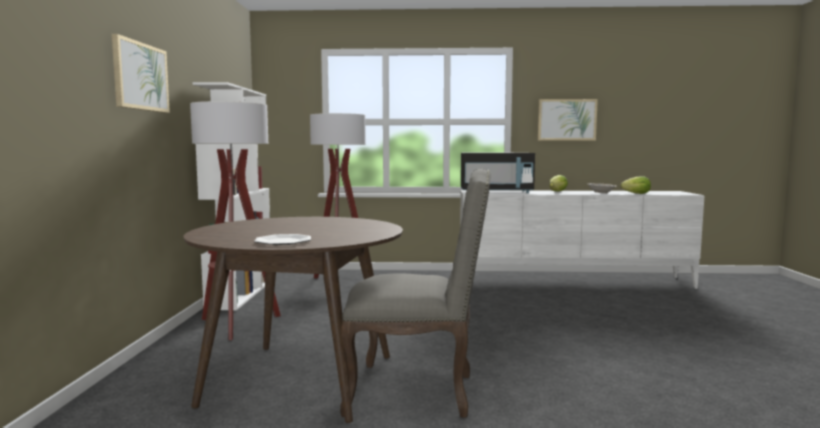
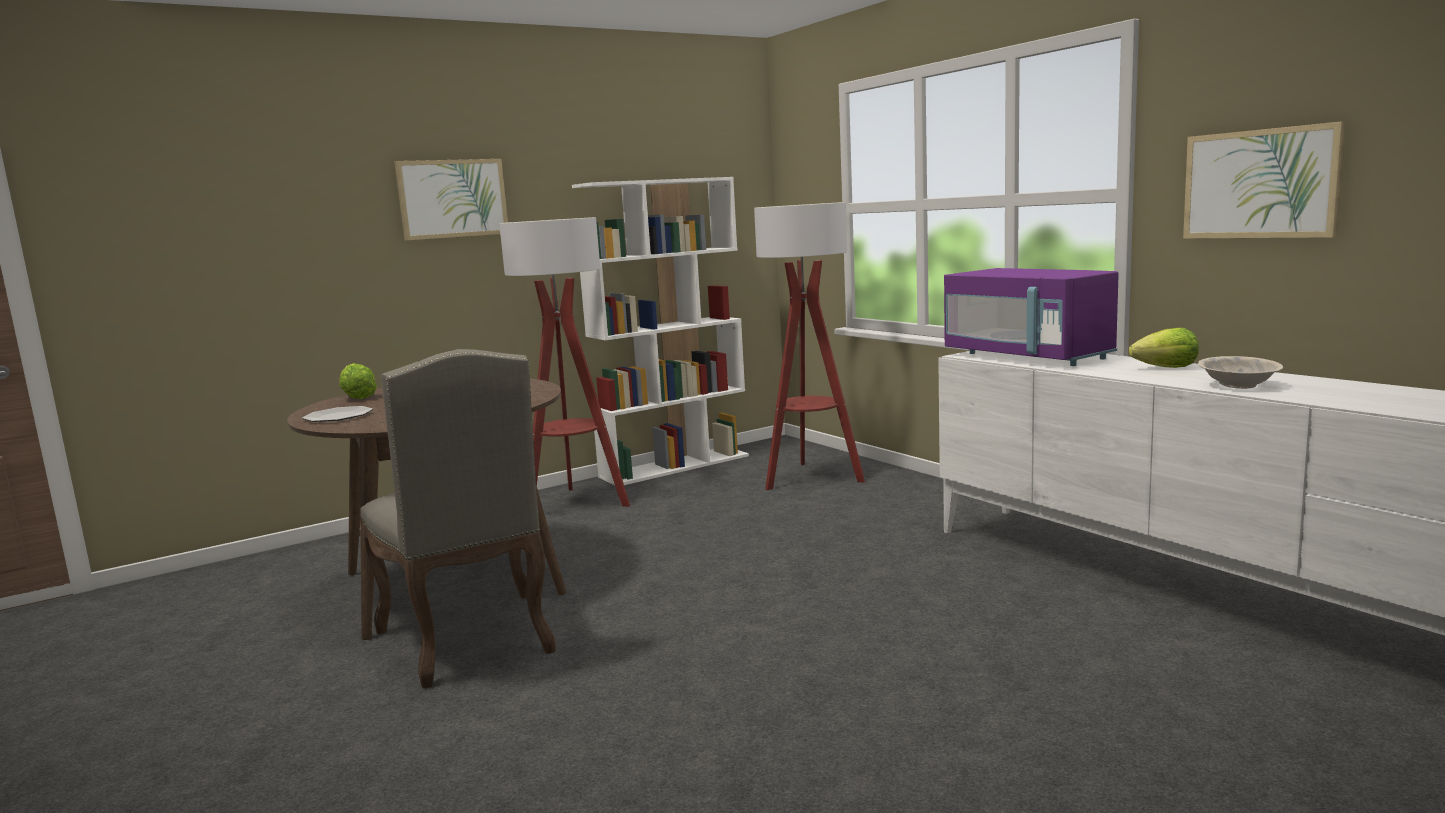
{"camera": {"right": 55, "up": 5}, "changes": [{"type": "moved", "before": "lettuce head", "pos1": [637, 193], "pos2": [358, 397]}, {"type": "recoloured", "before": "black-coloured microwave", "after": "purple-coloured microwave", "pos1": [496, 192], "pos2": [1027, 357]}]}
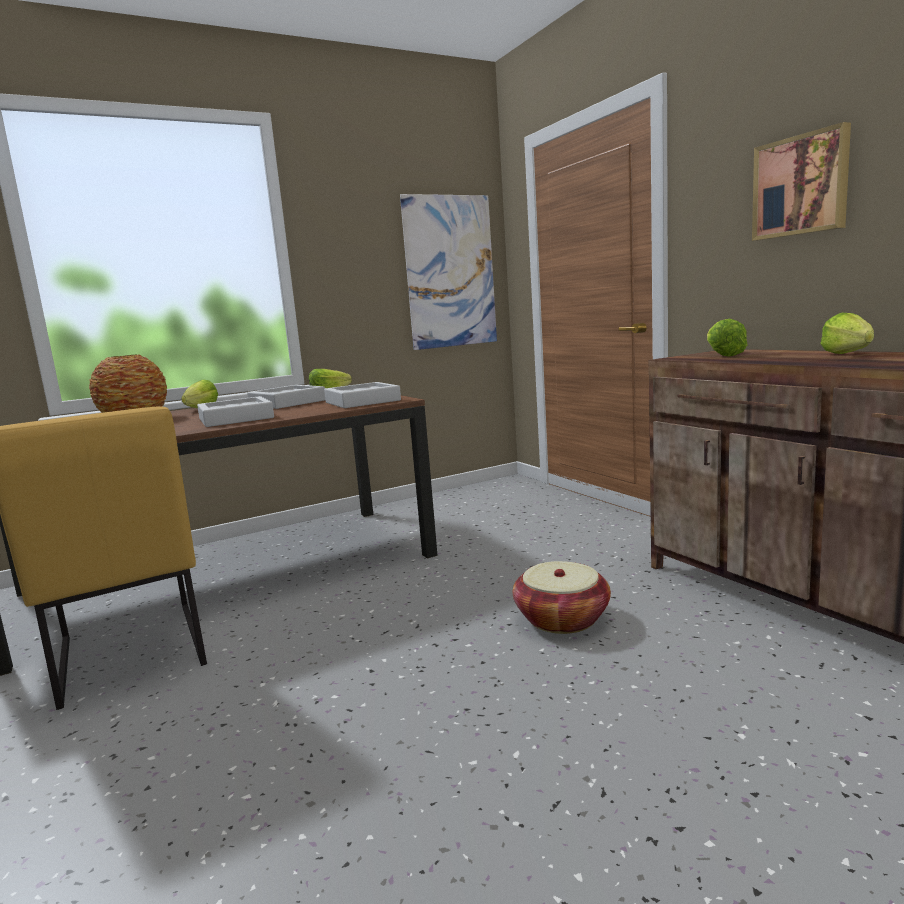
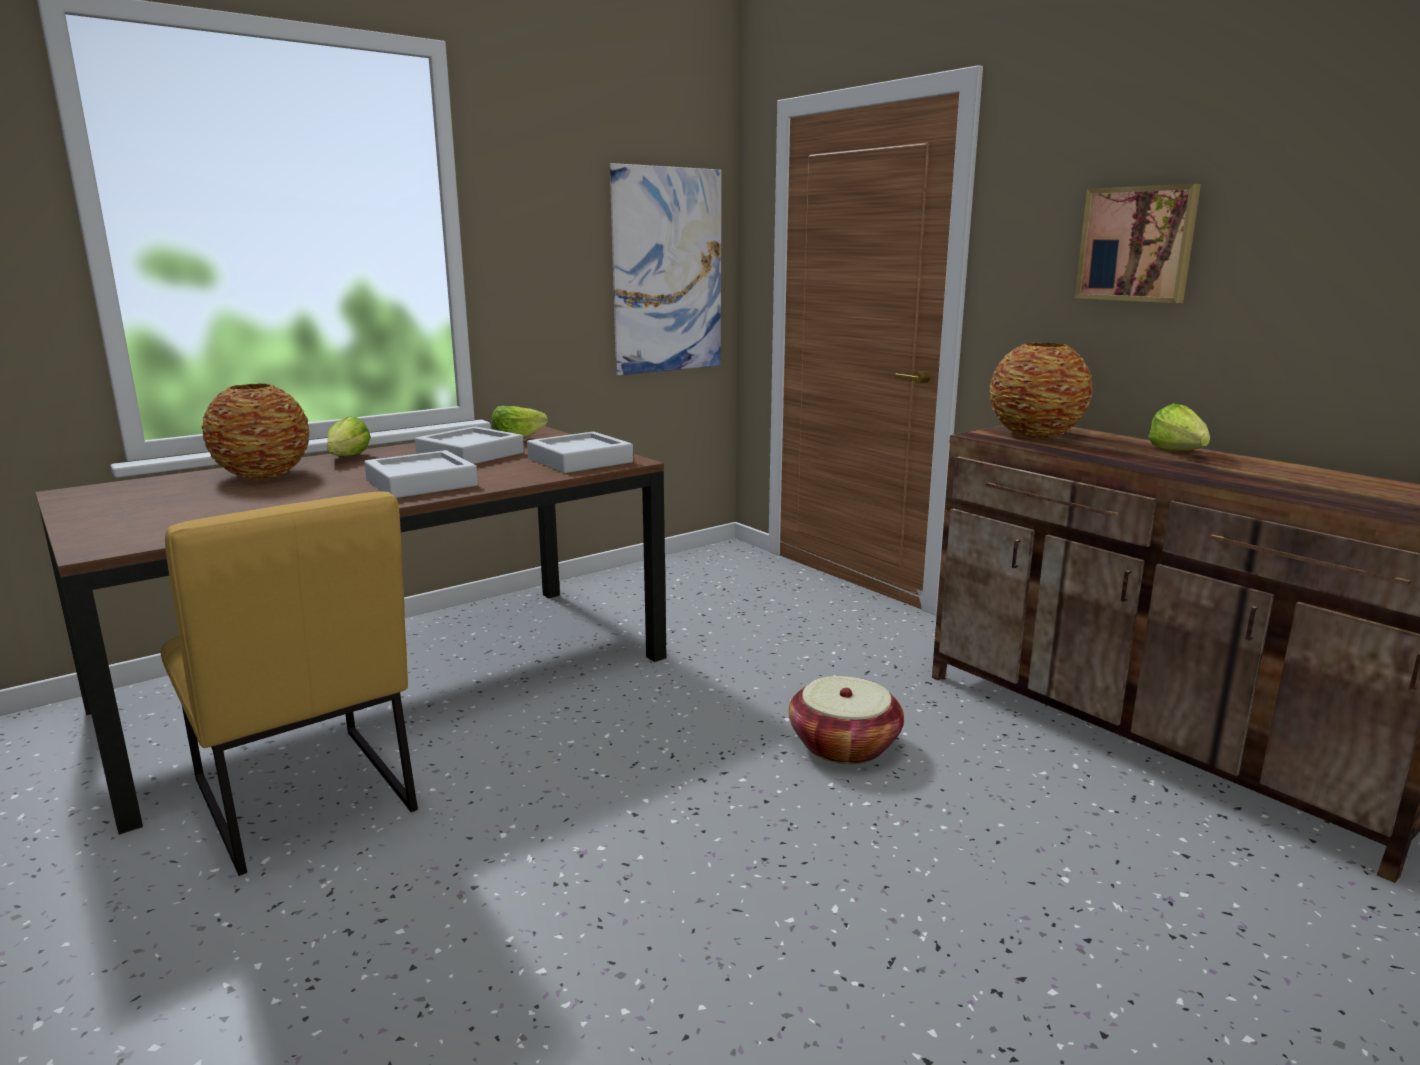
{"camera": {"right": -10, "up": 5}, "changes": [{"type": "replaced", "before": "lettuce head", "after": "vase", "pos1": [722, 354], "pos2": [1034, 434]}]}
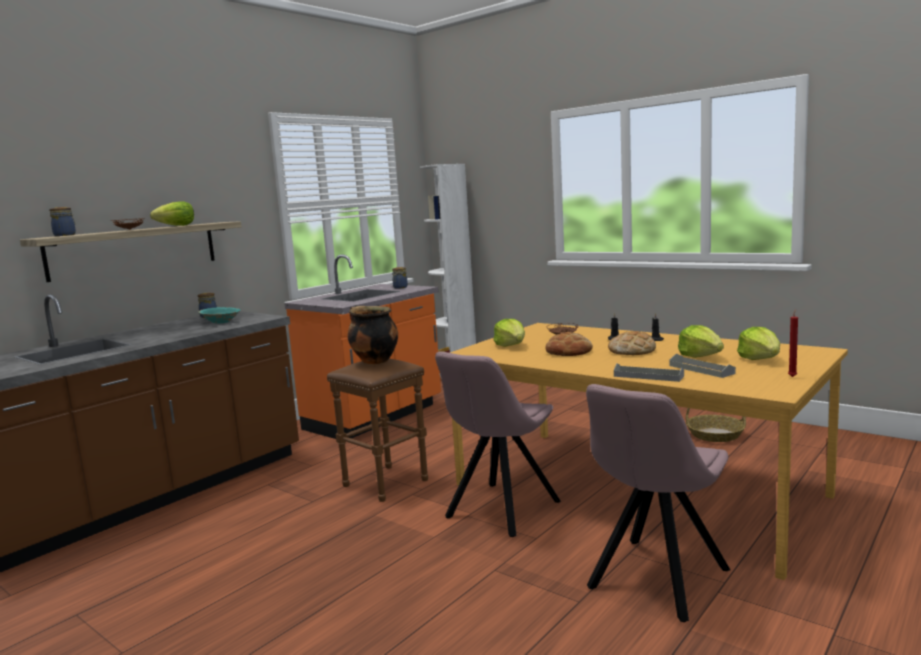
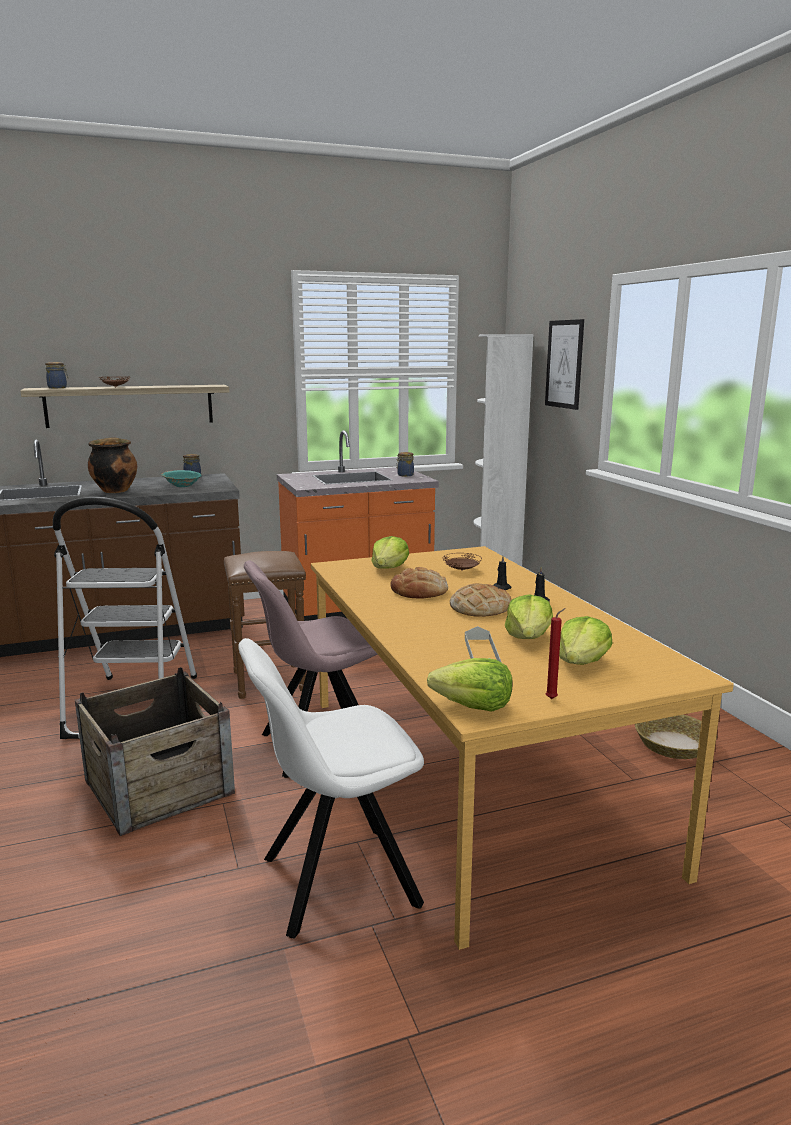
{"camera": {"right": 30, "up": 5}, "changes": [{"type": "added", "after": "stepladder", "pos2": [131, 707]}, {"type": "added", "after": "crate", "pos2": [159, 786]}, {"type": "moved", "before": "stockpot", "pos1": [374, 361], "pos2": [115, 490]}, {"type": "recoloured", "before": "pink chair", "after": "whitish chair", "pos1": [656, 578], "pos2": [338, 880]}, {"type": "moved", "before": "lettuce head", "pos1": [176, 226], "pos2": [473, 706]}, {"type": "added", "after": "wall art", "pos2": [564, 364]}, {"type": "removed", "before": "greyish carrying tray", "pos1": [648, 376]}]}
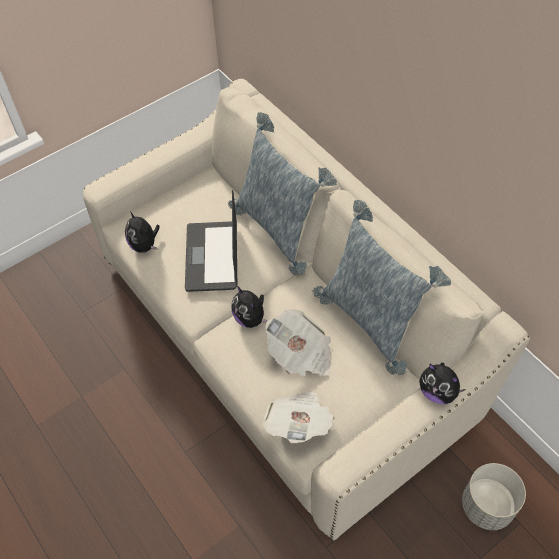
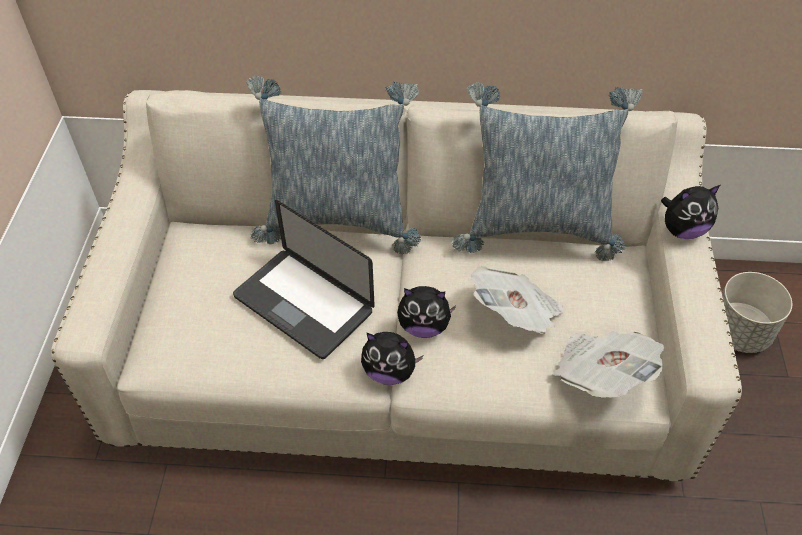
{"camera": {"right": -50, "up": -5}, "changes": [{"type": "moved", "before": "soft toy", "pos1": [145, 245], "pos2": [389, 372]}]}
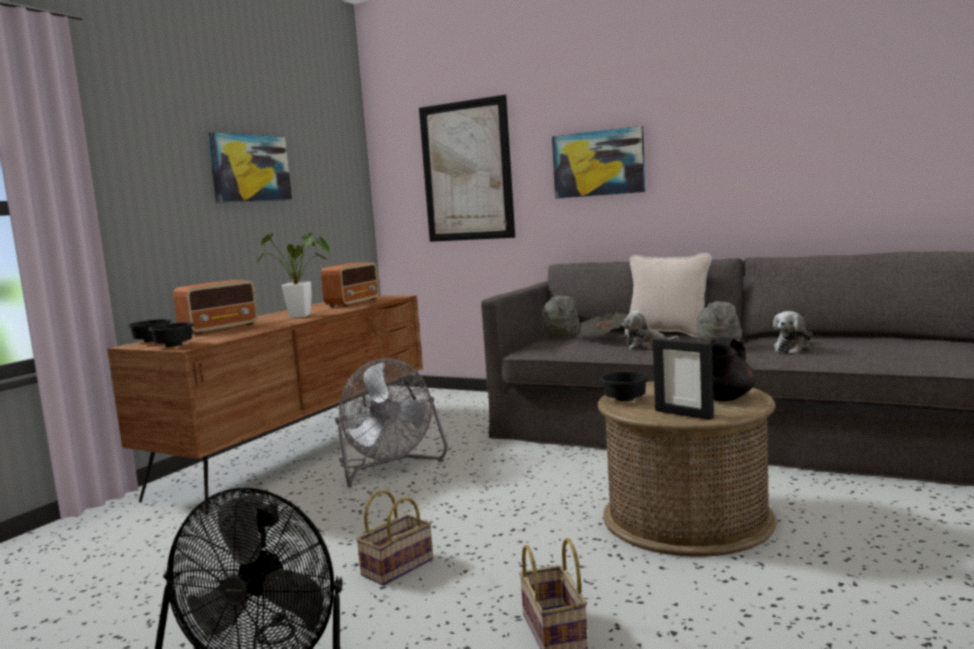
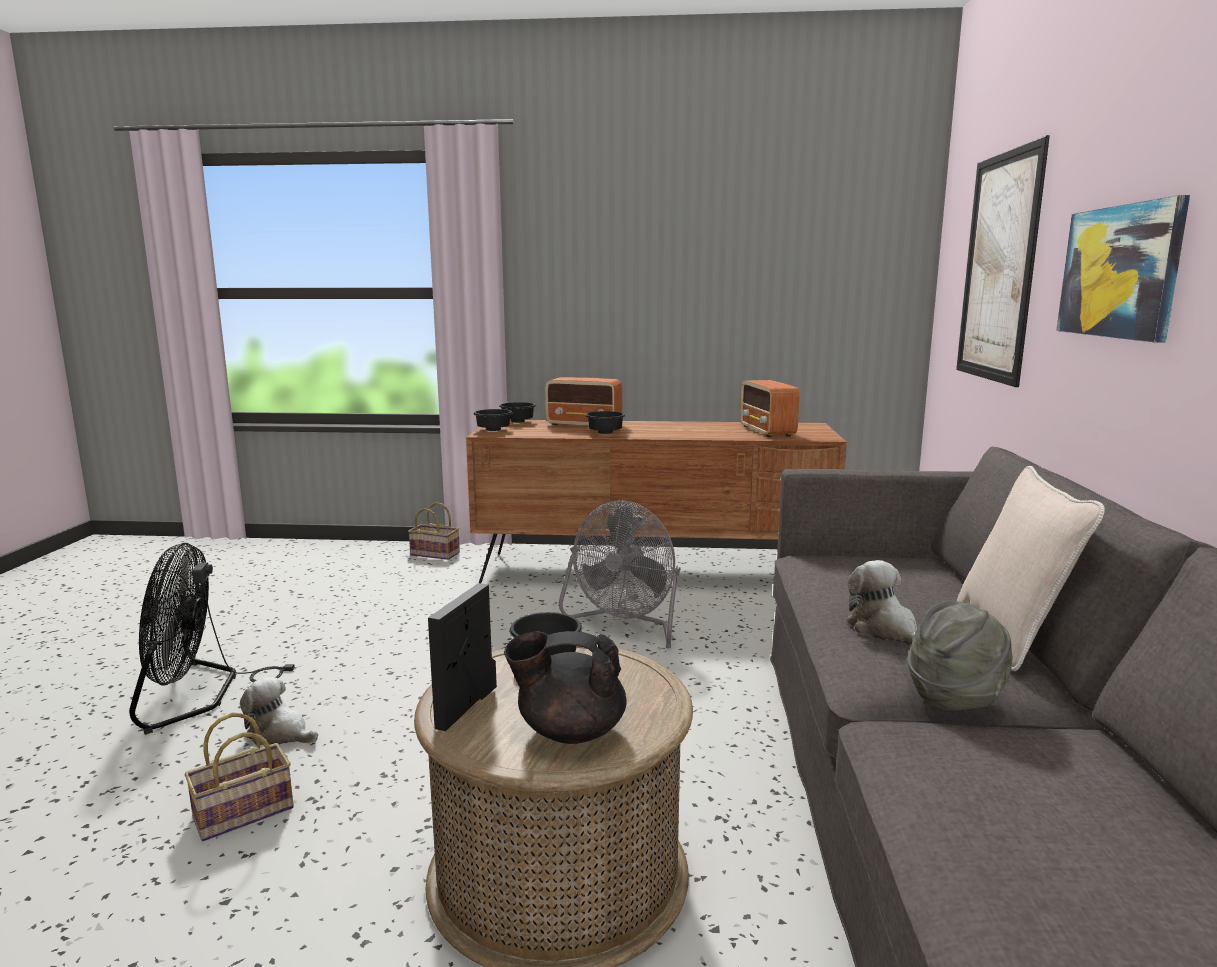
{"camera": {"right": 65, "up": 5}, "changes": [{"type": "moved", "before": "soft toy", "pos1": [794, 349], "pos2": [280, 734]}, {"type": "moved", "before": "storage basket", "pos1": [398, 566], "pos2": [436, 554]}, {"type": "added", "after": "black-coloured bowl", "pos2": [605, 433]}, {"type": "turned", "before": "radio set", "pos1": [353, 302], "pos2": [767, 431], "turn": 75}, {"type": "removed", "before": "wall art", "pos1": [250, 168]}, {"type": "removed", "before": "plant in a pot", "pos1": [305, 316]}, {"type": "removed", "before": "greyish hat", "pos1": [560, 335]}, {"type": "removed", "before": "daily paper", "pos1": [602, 340]}]}
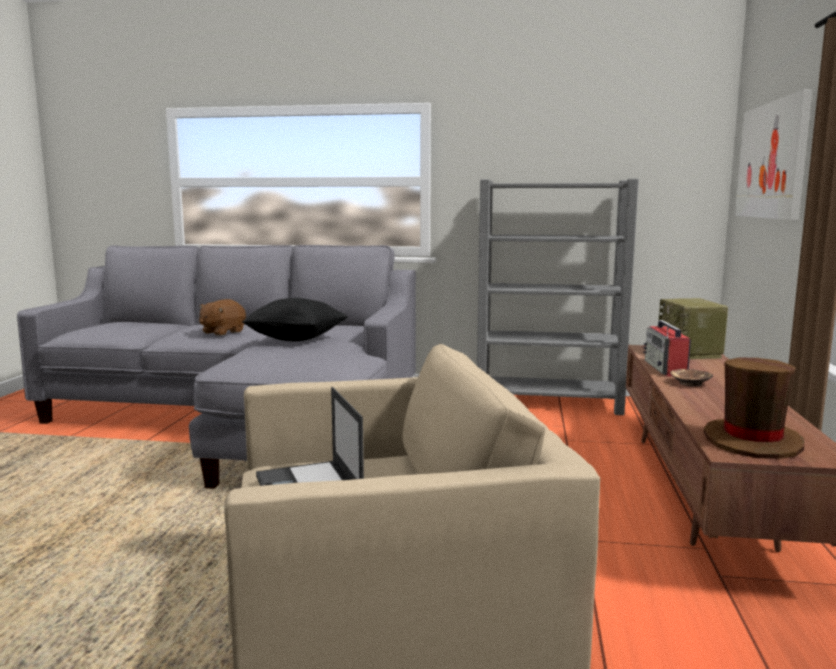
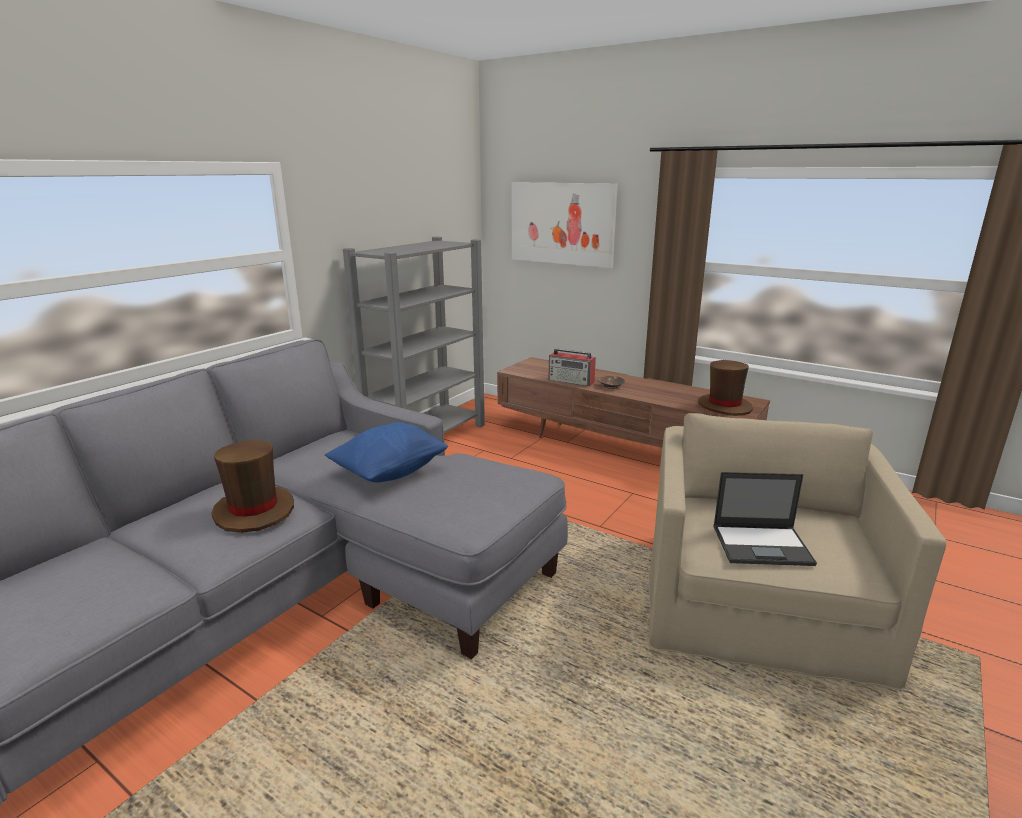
{"camera": {"right": -65, "up": 10}, "changes": [{"type": "replaced", "before": "brown soft toy", "after": "brown hat", "pos1": [222, 332], "pos2": [254, 511]}, {"type": "recoloured", "before": "black-coloured pillow", "after": "bluish pillow", "pos1": [296, 339], "pos2": [389, 472]}, {"type": "removed", "before": "radio set", "pos1": [690, 353]}]}
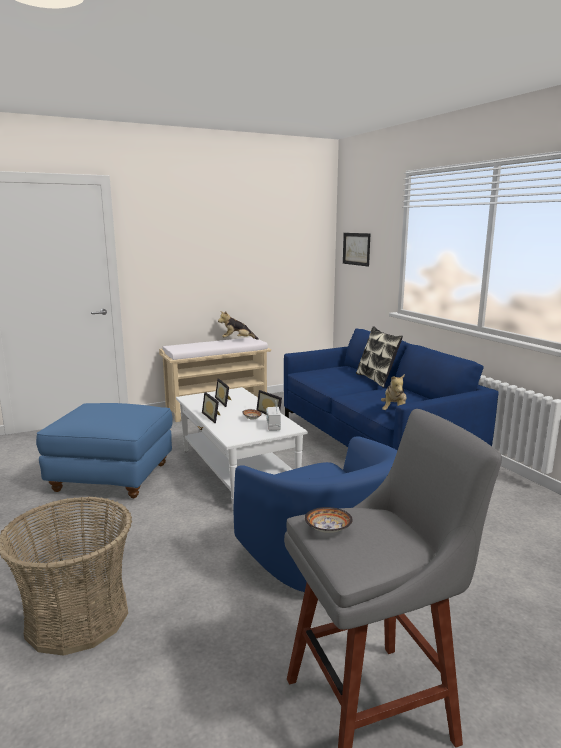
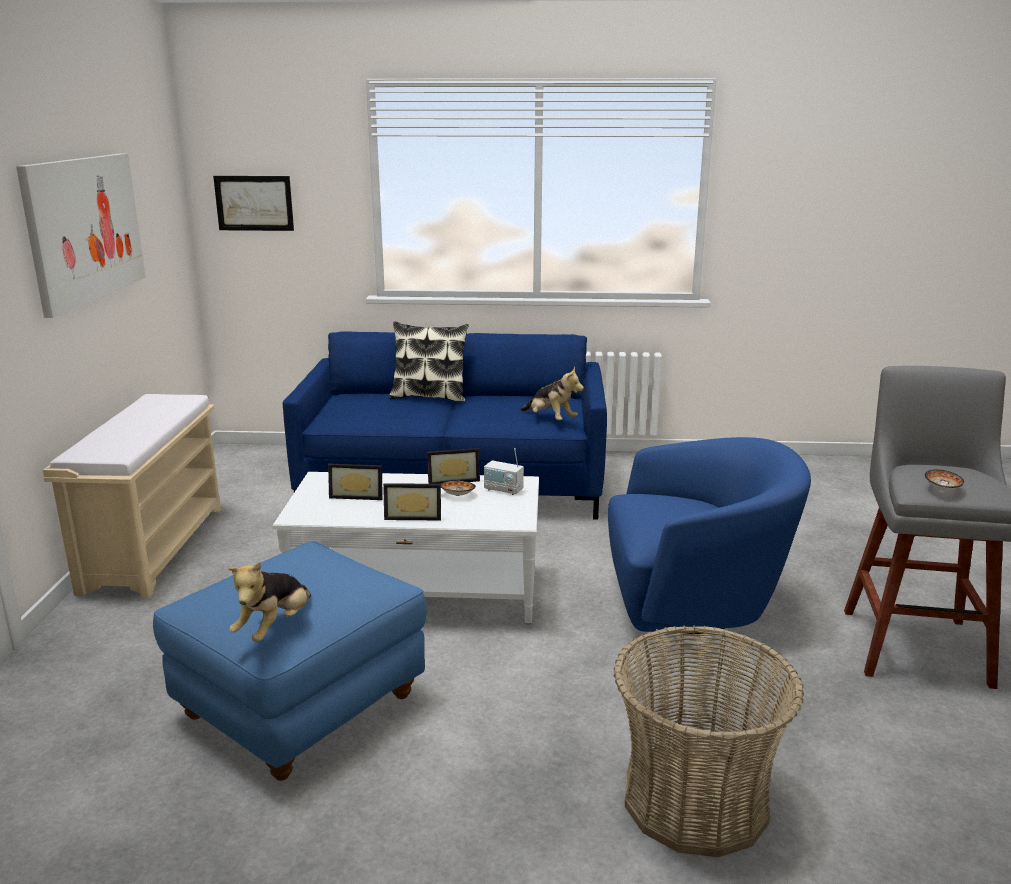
{"camera": {"right": -60, "up": 5}, "changes": [{"type": "added", "after": "wall art", "pos2": [85, 229]}, {"type": "moved", "before": "soft toy", "pos1": [237, 340], "pos2": [274, 627]}]}
